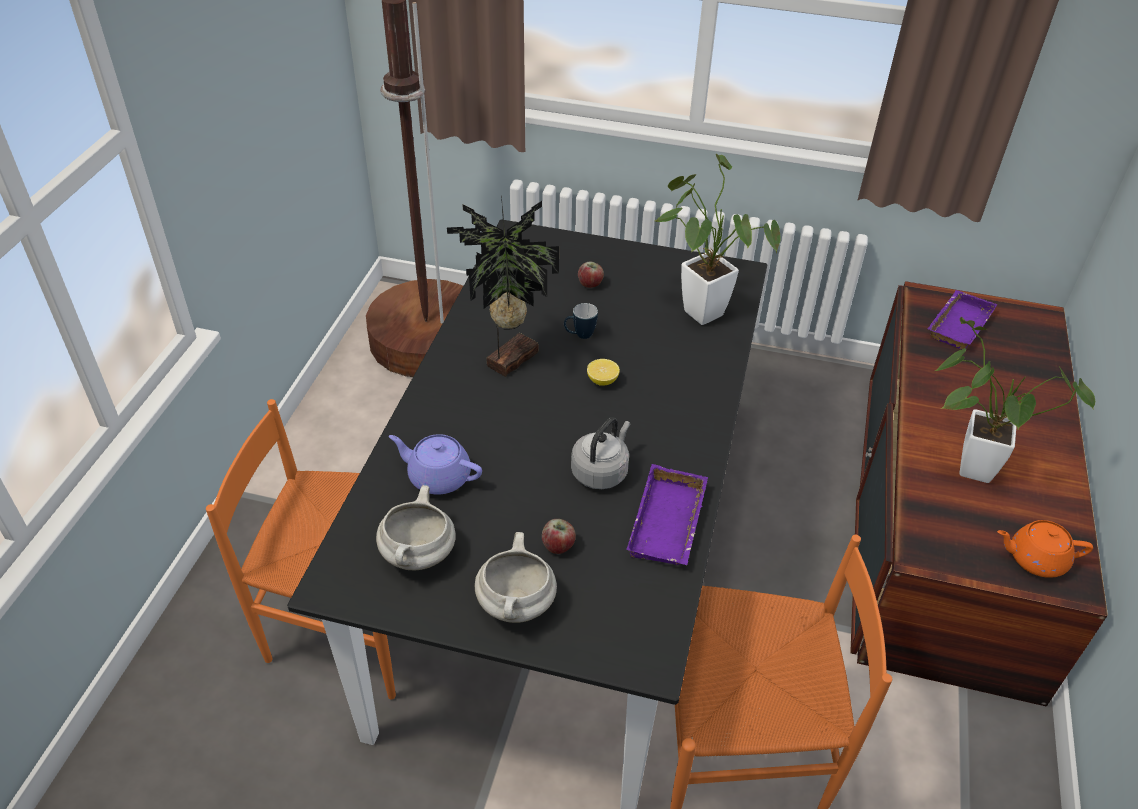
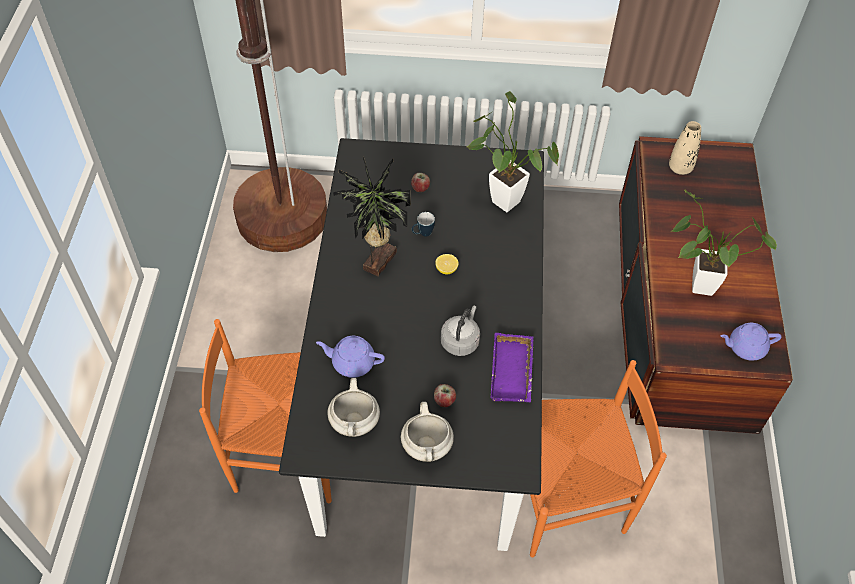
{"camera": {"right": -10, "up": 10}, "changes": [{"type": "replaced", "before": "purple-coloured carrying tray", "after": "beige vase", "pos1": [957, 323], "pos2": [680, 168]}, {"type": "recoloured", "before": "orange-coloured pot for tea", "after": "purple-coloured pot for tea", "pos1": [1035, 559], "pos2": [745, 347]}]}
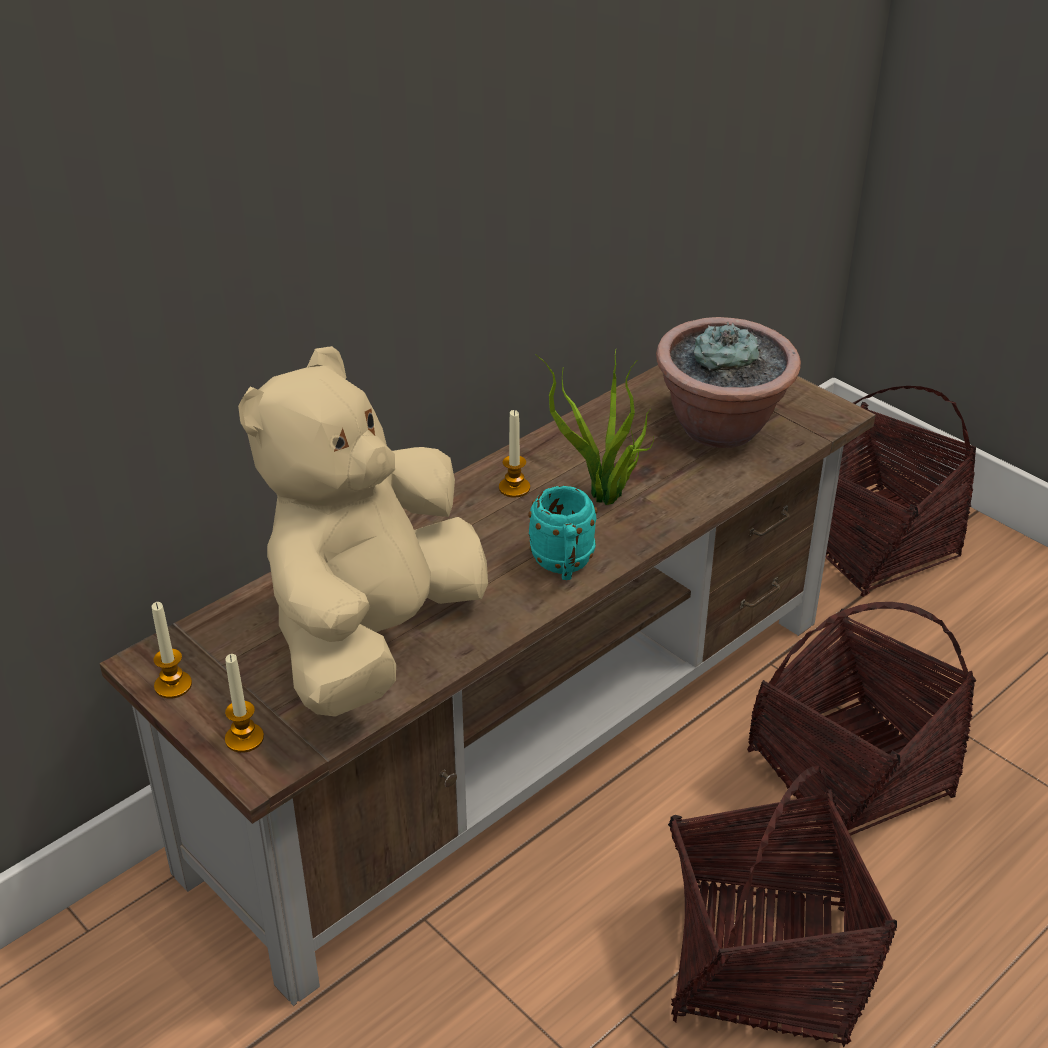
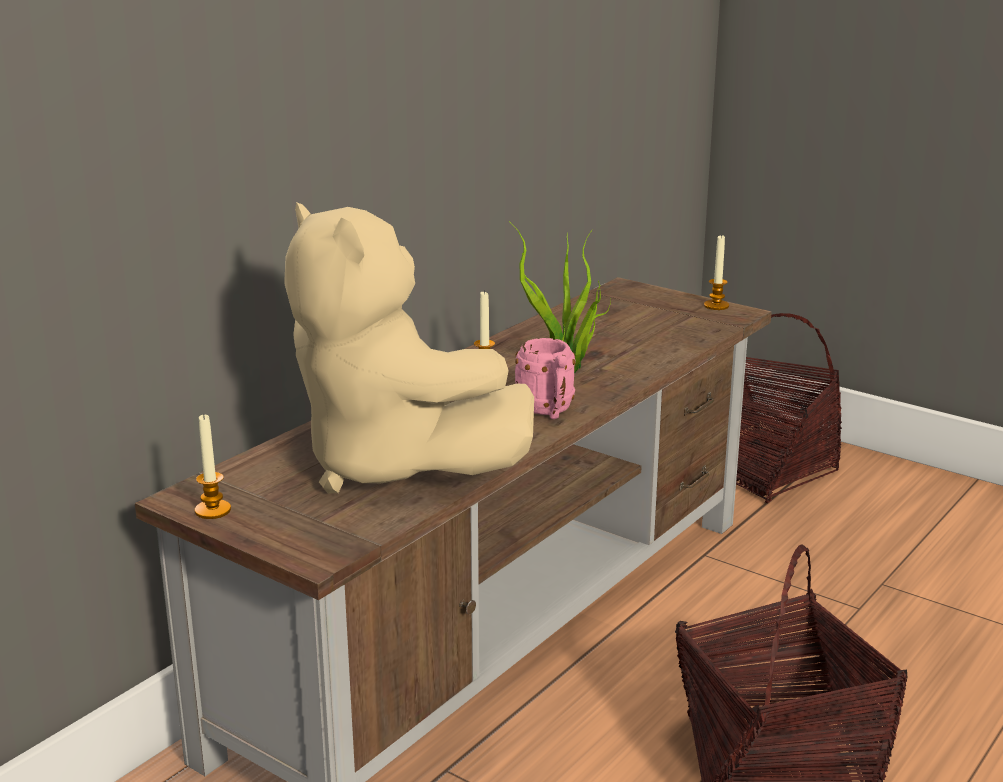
{"camera": {"right": -10, "up": -15}, "changes": [{"type": "turned", "before": "beige soft toy", "pos1": [373, 637], "pos2": [393, 466], "turn": -60}, {"type": "recoloured", "before": "turquoise-coloured mug", "after": "pink mug", "pos1": [563, 566], "pos2": [548, 411]}, {"type": "moved", "before": "candle", "pos1": [244, 738], "pos2": [716, 306]}, {"type": "removed", "before": "plant in a pot", "pos1": [721, 428]}, {"type": "removed", "before": "storage basket", "pos1": [850, 774]}]}
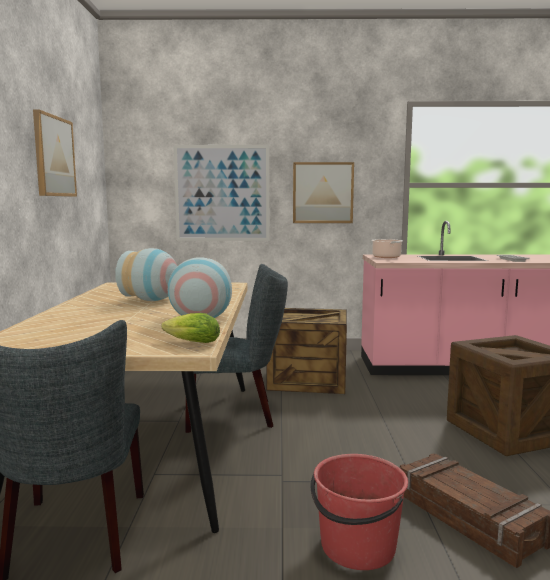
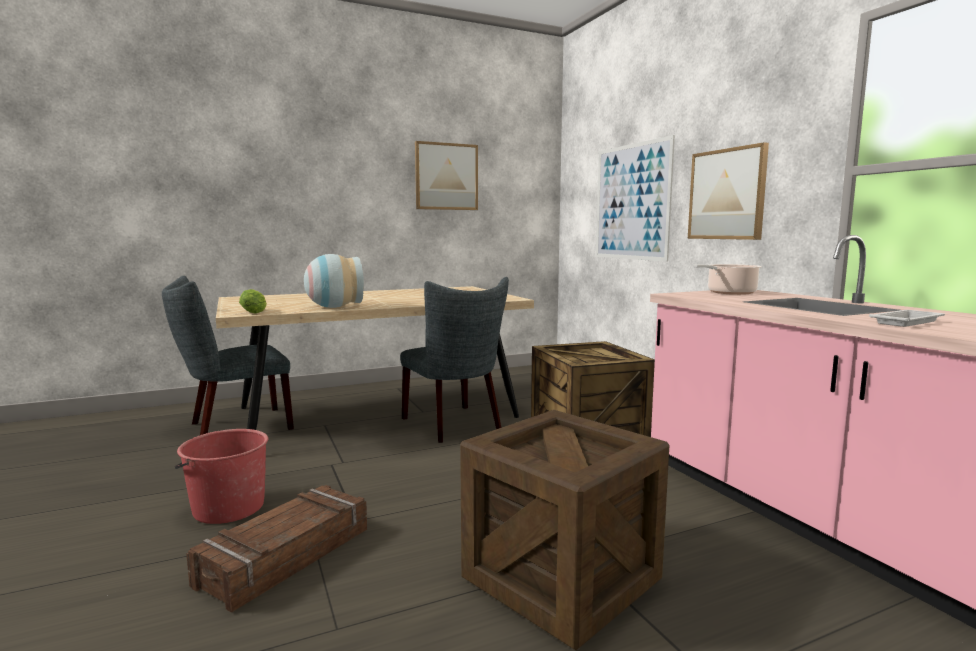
{"camera": {"right": 65, "up": 0}, "changes": [{"type": "removed", "before": "vase", "pos1": [152, 300]}]}
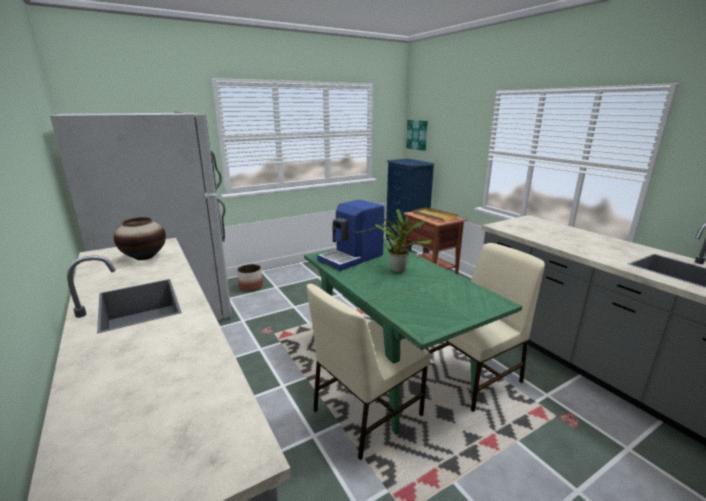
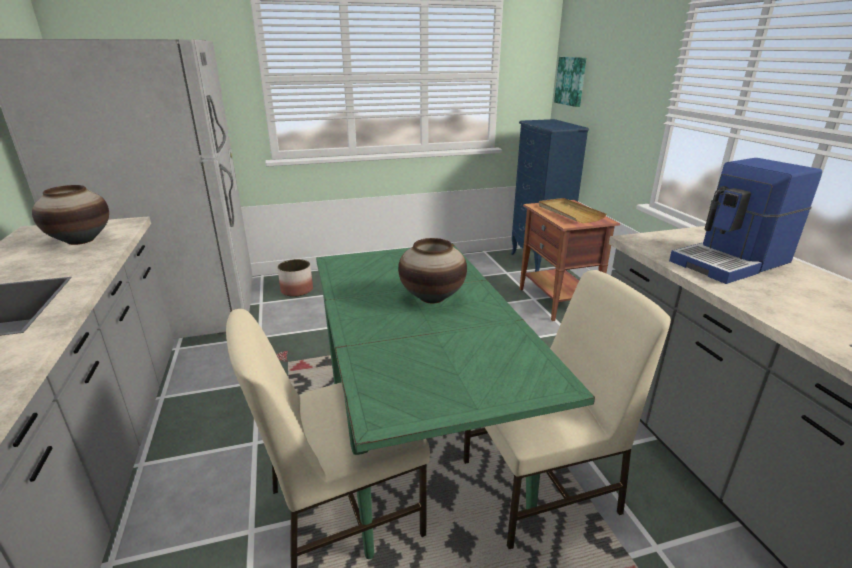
{"camera": {"right": 15, "up": 5}, "changes": [{"type": "replaced", "before": "plant in a pot", "after": "vase", "pos1": [398, 269], "pos2": [432, 297]}, {"type": "moved", "before": "coffee machine", "pos1": [352, 258], "pos2": [732, 262]}]}
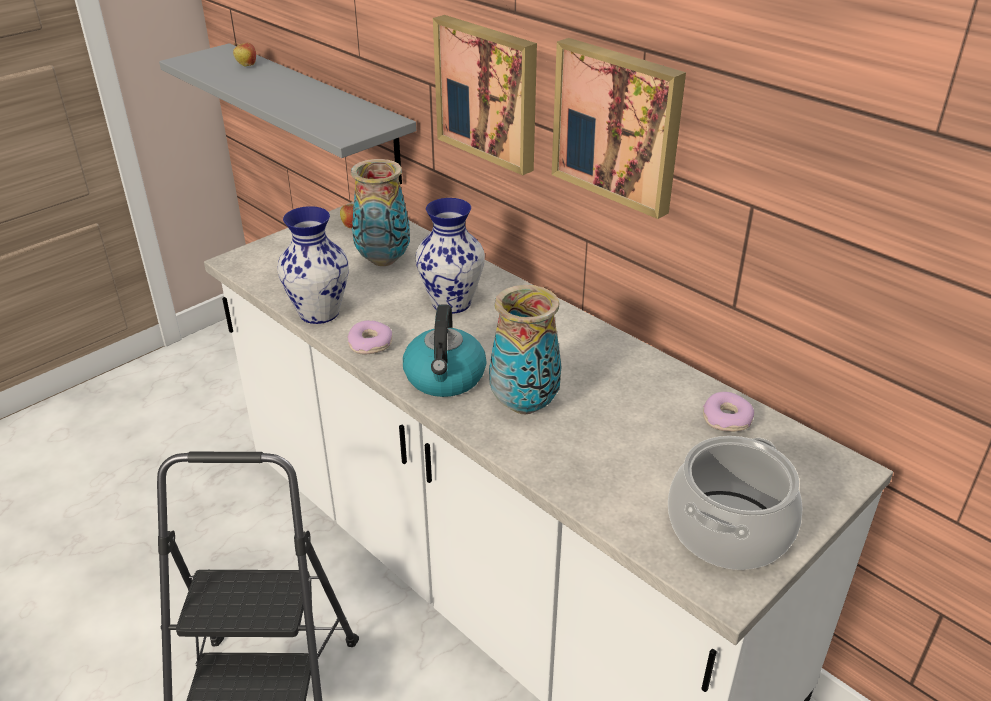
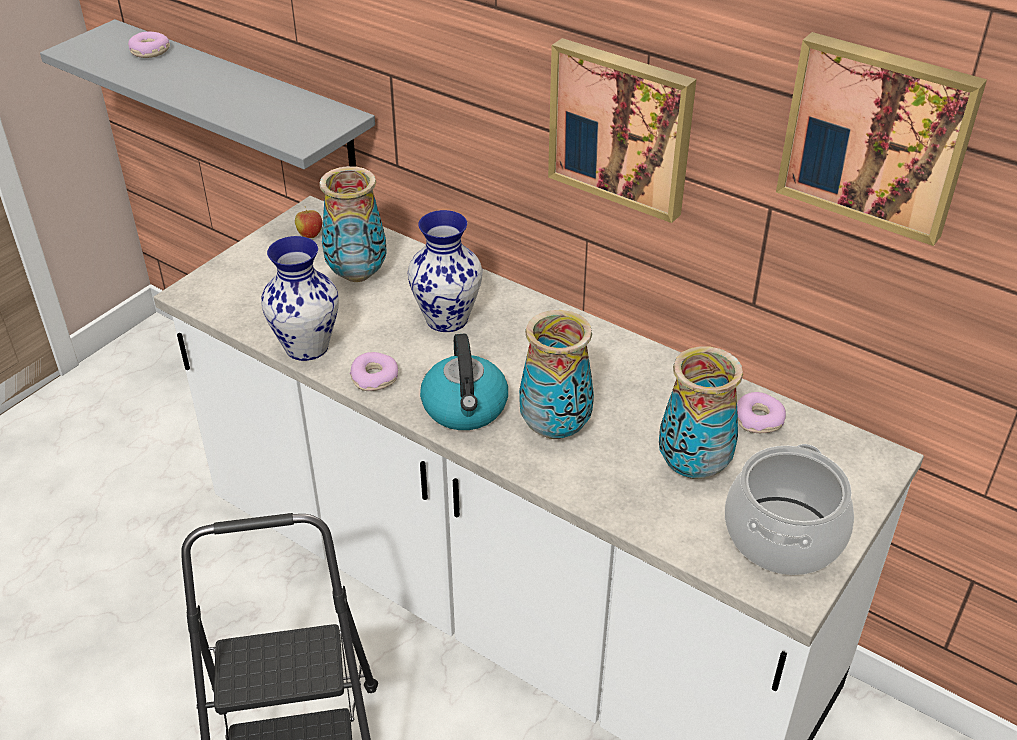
{"camera": {"right": -10, "up": 5}, "changes": [{"type": "replaced", "before": "whole apple", "after": "ring doughnut", "pos1": [246, 66], "pos2": [150, 52]}, {"type": "added", "after": "vase", "pos2": [692, 467]}, {"type": "moved", "before": "wall art", "pos1": [489, 92], "pos2": [877, 135]}]}
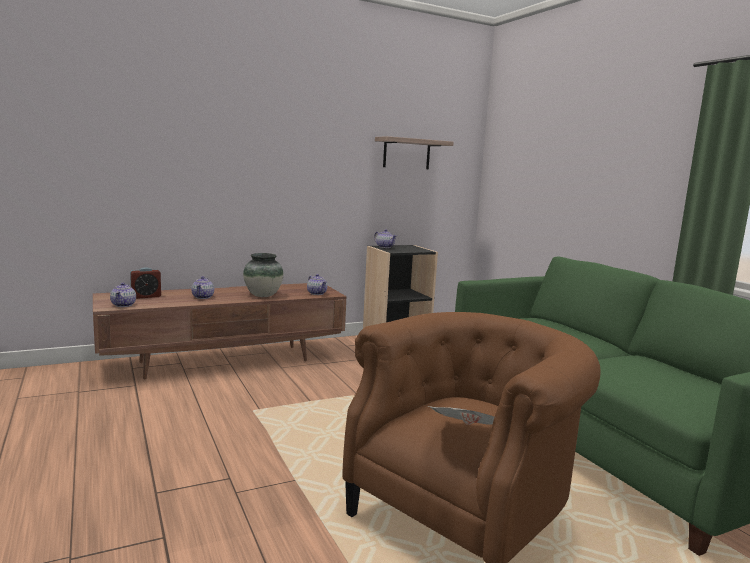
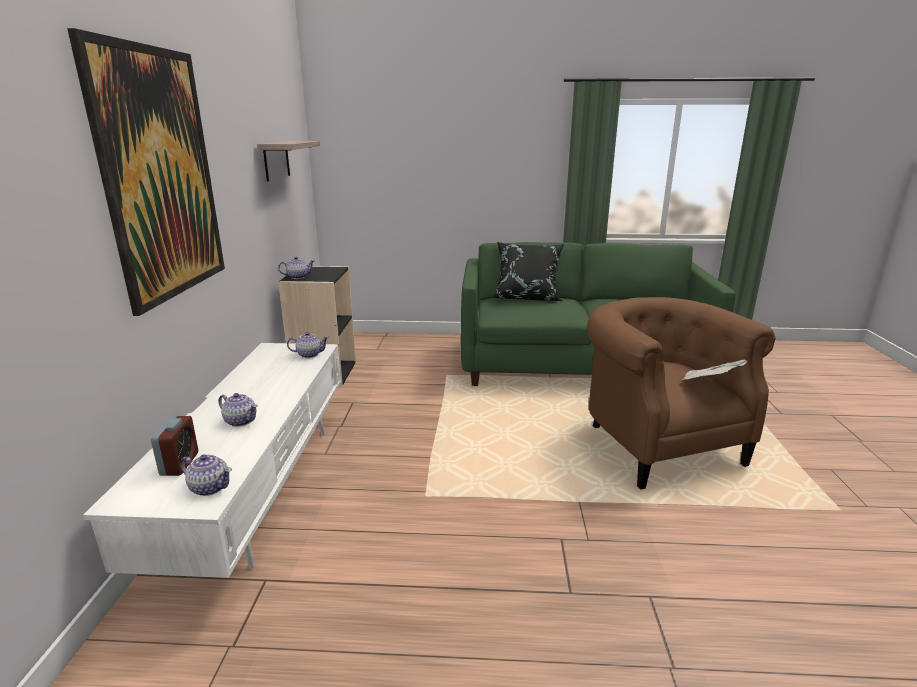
{"camera": {"right": -60, "up": 10}, "changes": [{"type": "added", "after": "wall art", "pos2": [160, 175]}, {"type": "recoloured", "before": "brown tv stand", "after": "whitish tv stand", "pos1": [224, 360], "pos2": [257, 488]}, {"type": "added", "after": "black-coloured pillow", "pos2": [526, 297]}, {"type": "removed", "before": "vase", "pos1": [263, 295]}]}
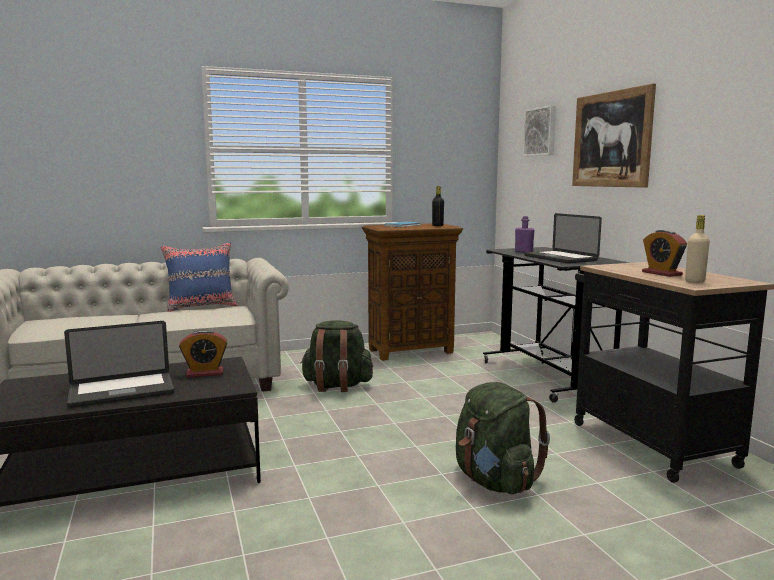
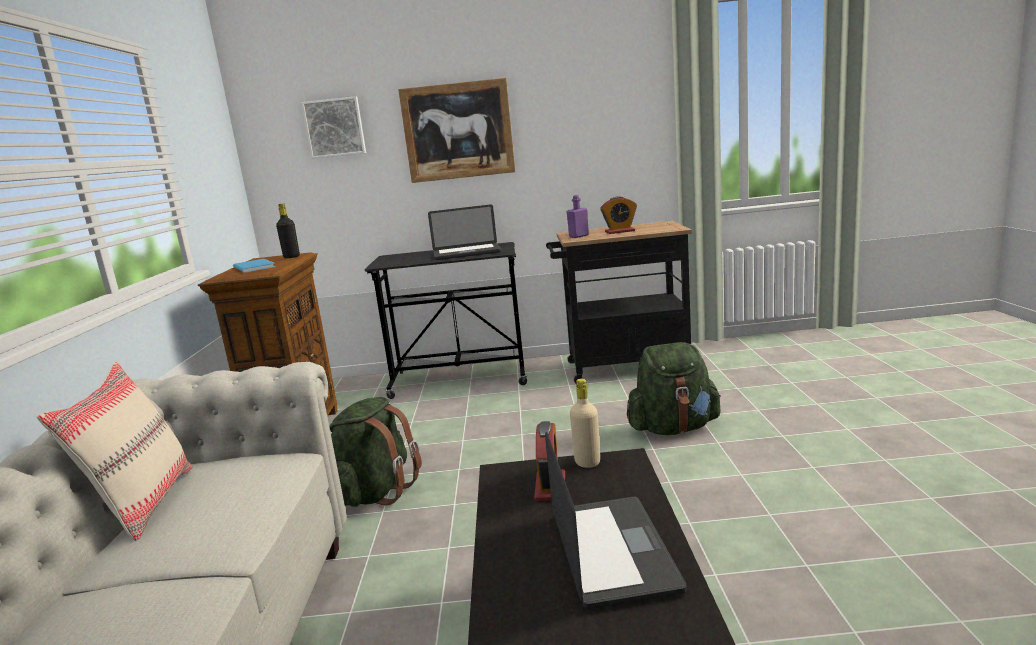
{"camera": {"right": -70, "up": 5}, "changes": [{"type": "recoloured", "before": "bluish pillow", "after": "beige pillow", "pos1": [201, 307], "pos2": [143, 504]}, {"type": "moved", "before": "purple-coloured bottle", "pos1": [523, 252], "pos2": [578, 236]}, {"type": "moved", "before": "beige bottle", "pos1": [694, 281], "pos2": [587, 462]}]}
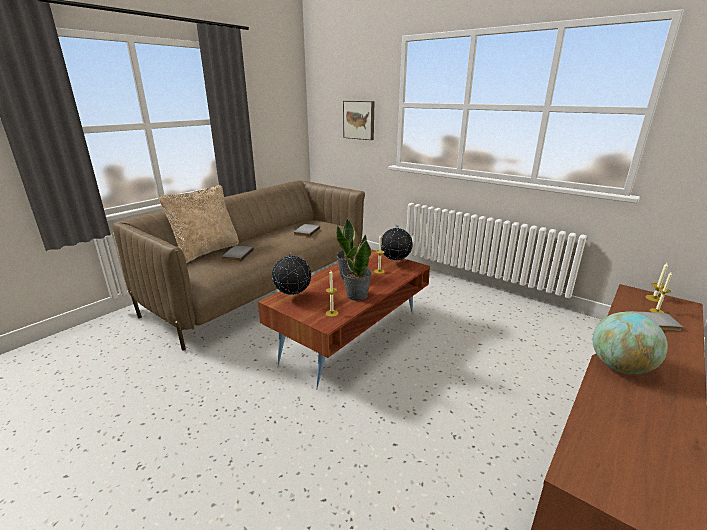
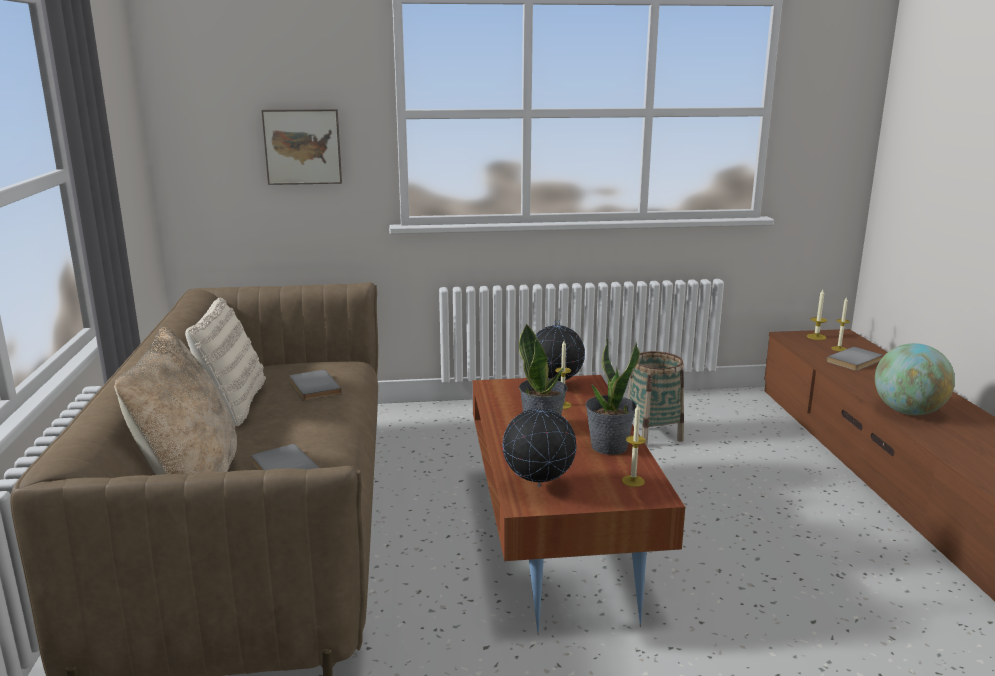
{"camera": {"right": -45, "up": -5}, "changes": [{"type": "added", "after": "beige pillow", "pos2": [234, 406]}, {"type": "added", "after": "storage basket", "pos2": [653, 434]}]}
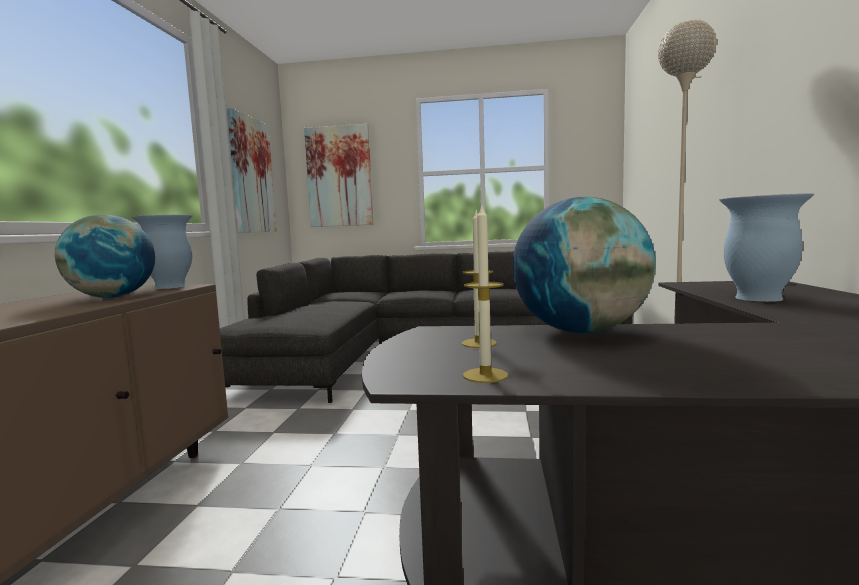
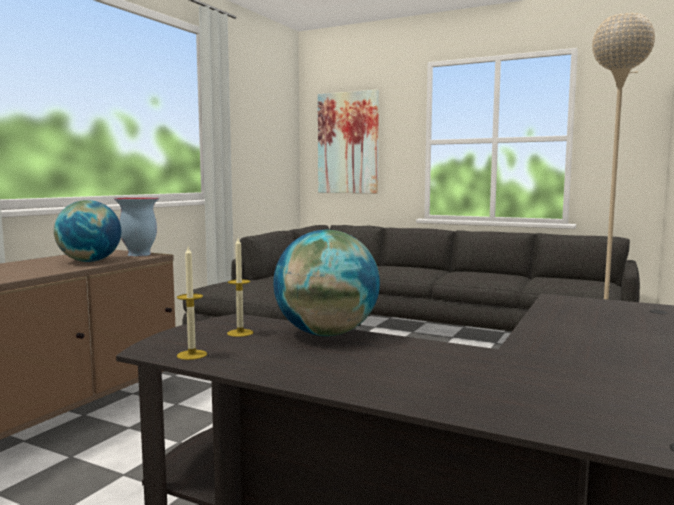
{"camera": {"right": 20, "up": 0}, "changes": [{"type": "removed", "before": "wall art", "pos1": [252, 175]}, {"type": "removed", "before": "vase", "pos1": [757, 298]}]}
